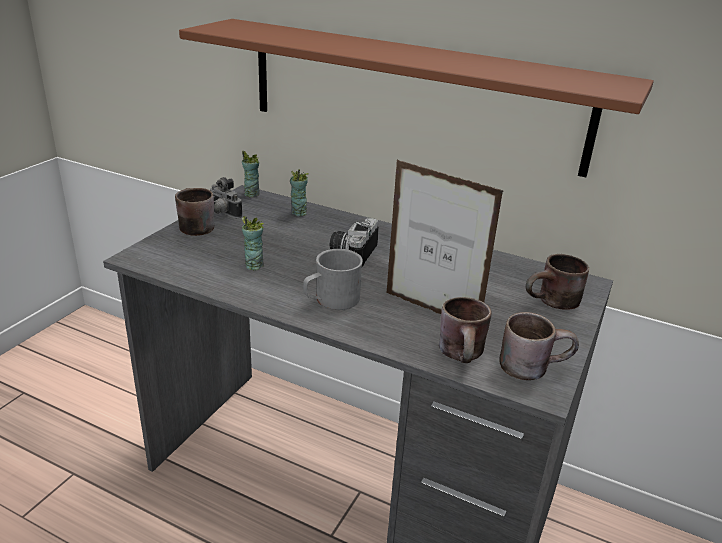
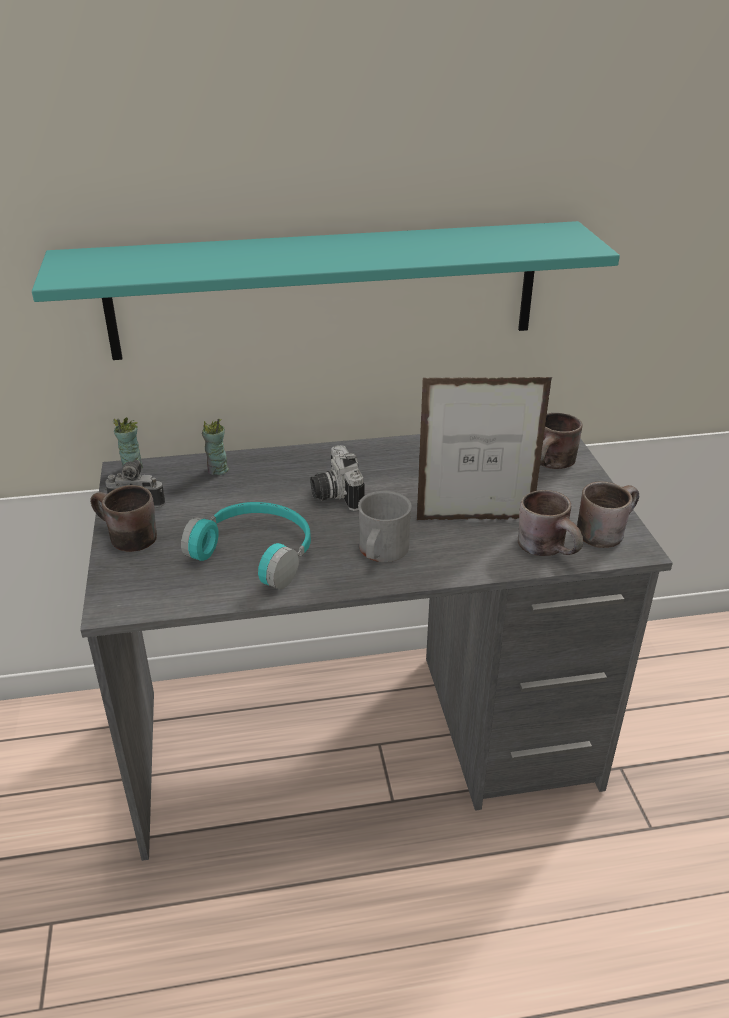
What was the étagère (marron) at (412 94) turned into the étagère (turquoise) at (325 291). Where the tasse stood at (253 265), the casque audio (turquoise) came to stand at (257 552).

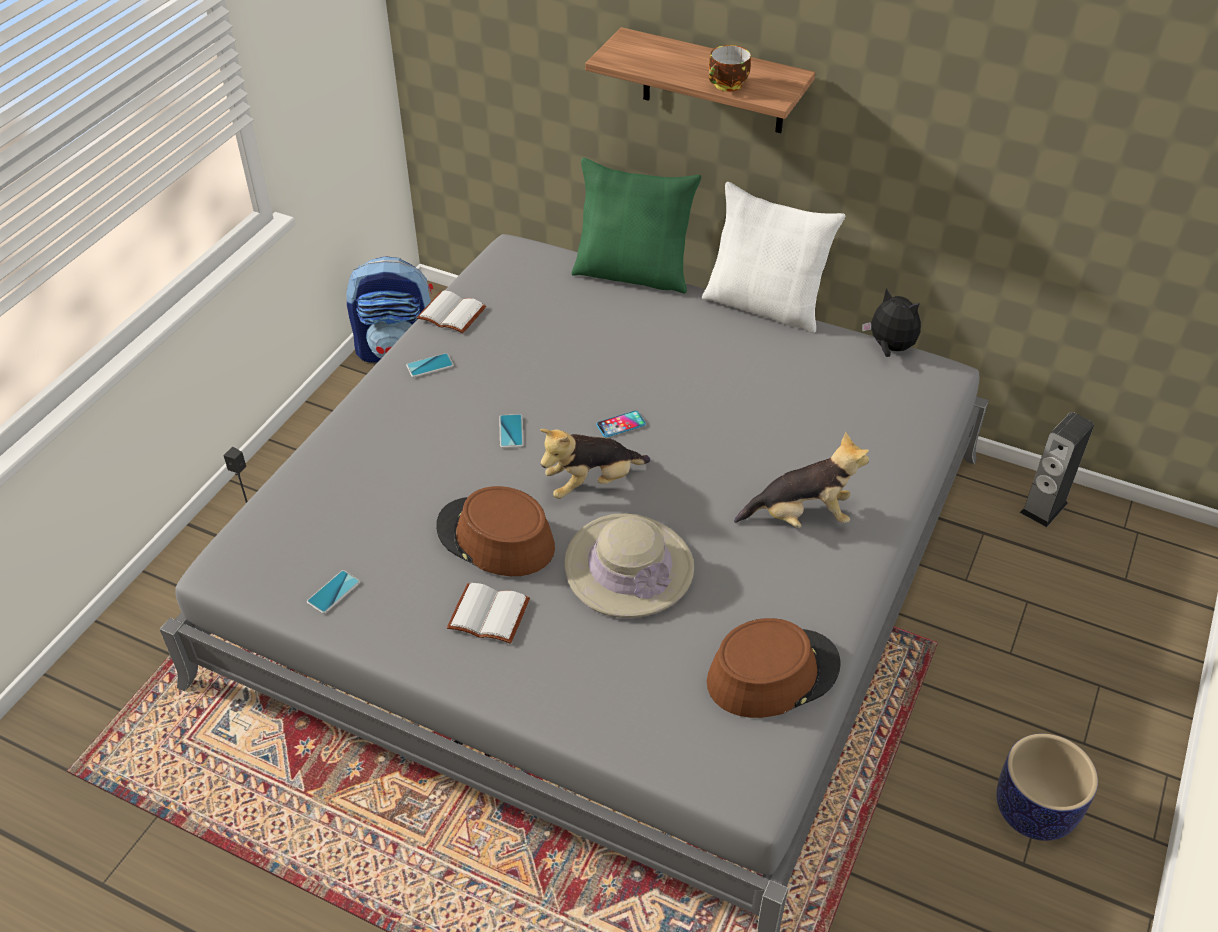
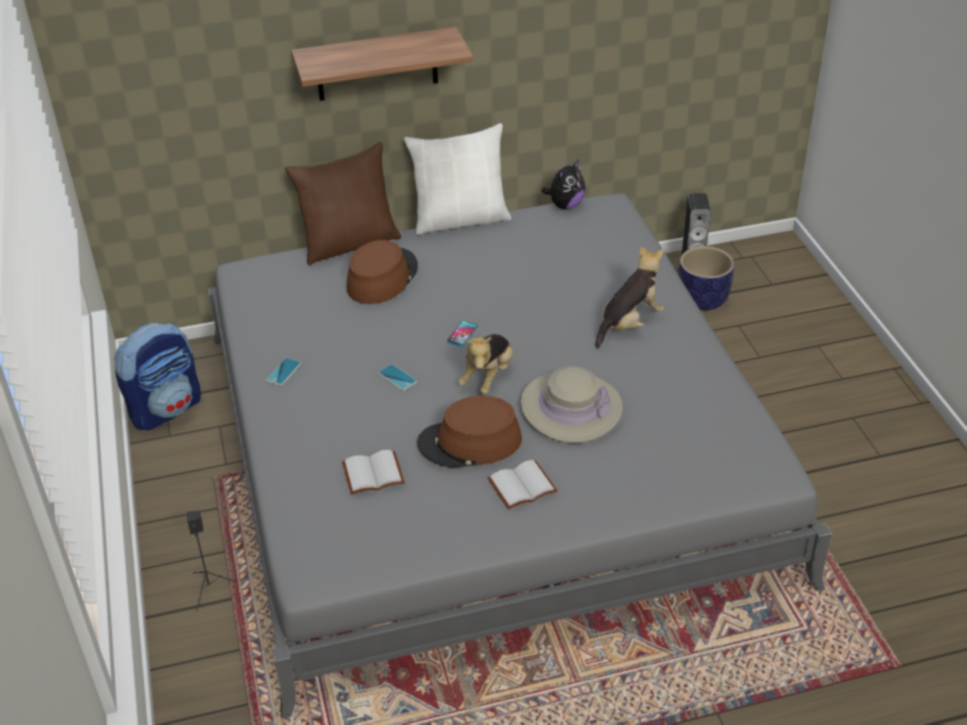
What was the coussin (vert) at (633 273) turned into the coussin (marron) at (349 243). The livre (blanc) ended up elsewhere, having gone from (450 314) to (372 475). The chapeau (marron) ended up elsewhere, having gone from (772 673) to (382 277). The peluche at (889 348) ended up facing another way, 135 degrees clockwise from before. The cache-pot ended up elsewhere, having gone from (1033 812) to (702 300). The second view lost the téléphone at (333 592). The second view lost the tasse at (727 85).

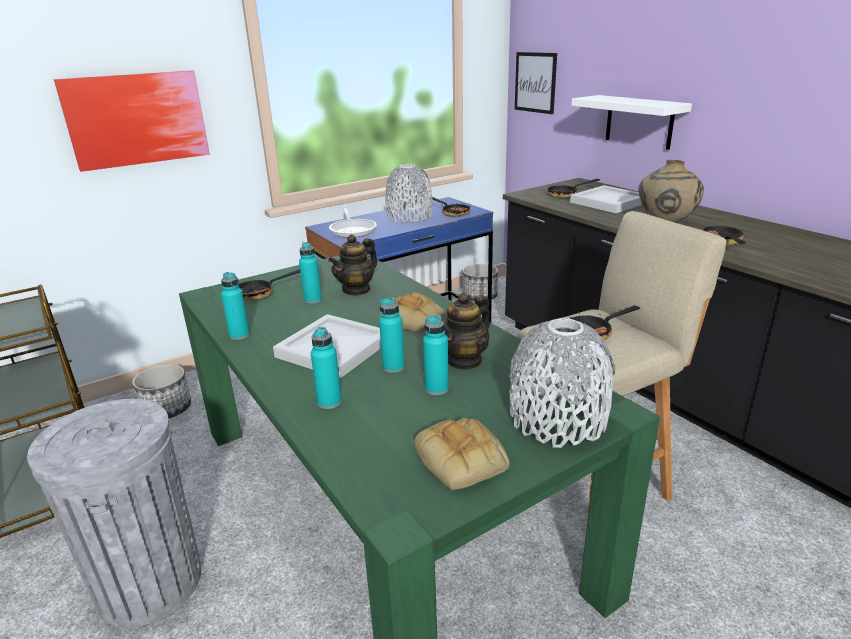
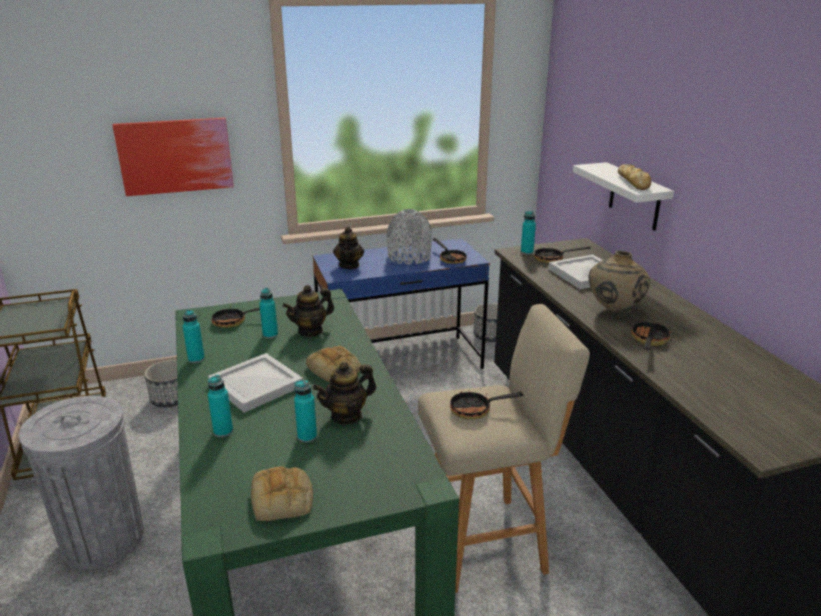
Where the poêle stood at (353 230), the théière came to stand at (349 265). The bouteille (turquoise) ended up elsewhere, having gone from (393 367) to (526 252). The second view gained the pain at (633 182). The second view lost the vase (gris) at (558 419). The second view lost the tableau at (535 82).

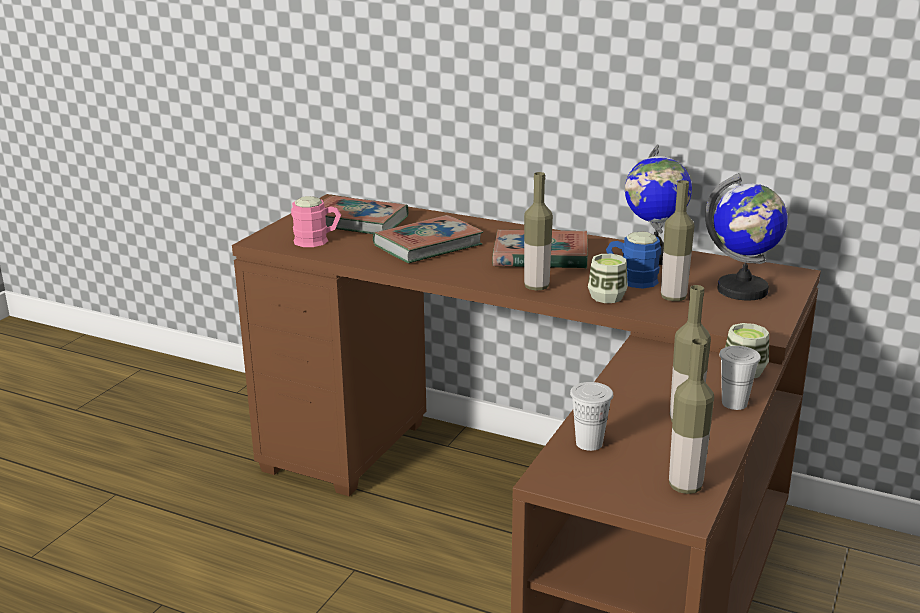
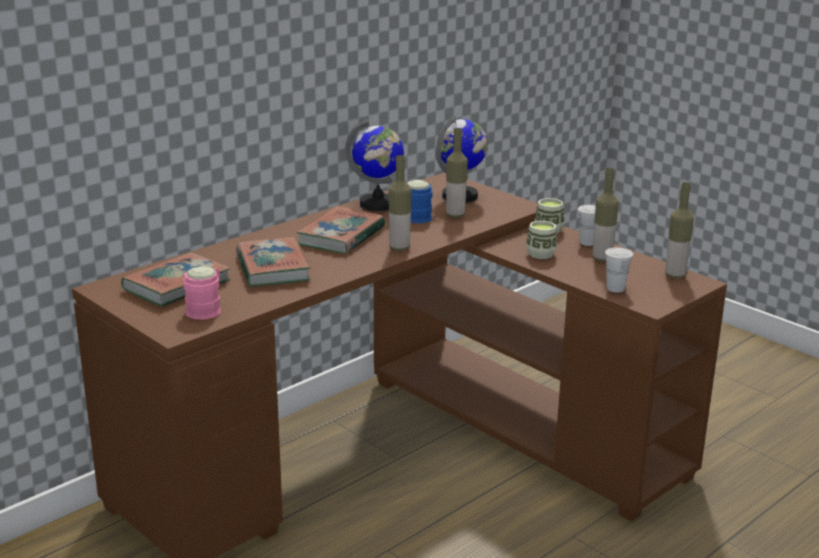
The tasse ended up elsewhere, having gone from (607 297) to (540 254).

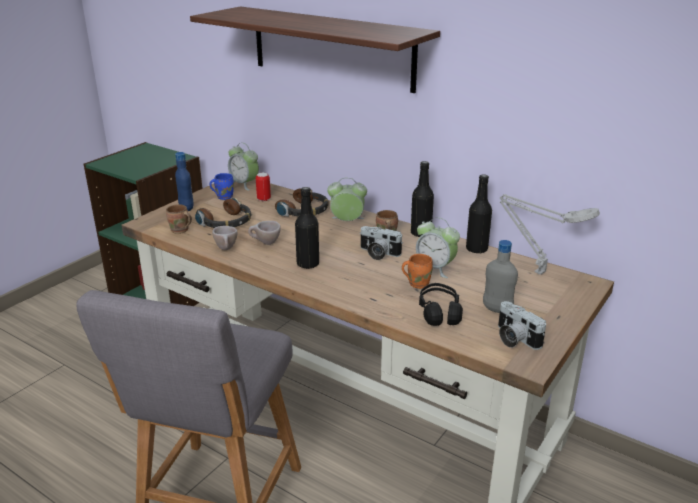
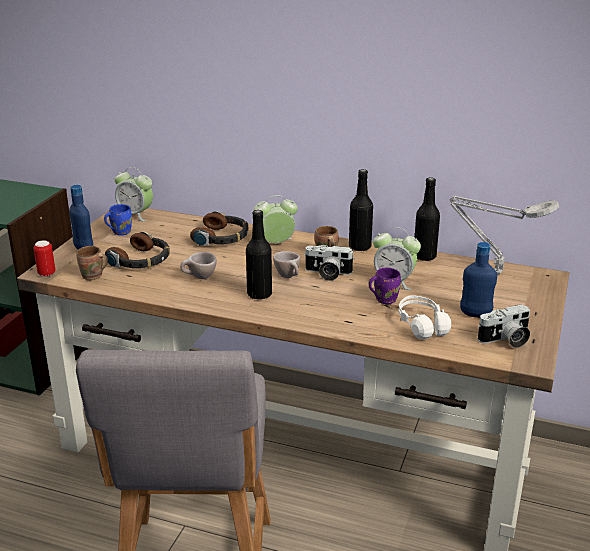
The boîte métallique ended up elsewhere, having gone from (263 199) to (46 274). The tasse (beige) ended up elsewhere, having gone from (227 249) to (289 277). What was the mug (orange) at (417 283) turned into the mug (violet) at (384 299). What was the casque audio (noir) at (439 312) turned into the casque audio (blanc) at (421 325). What was the bouteille (gris) at (497 309) turned into the bouteille (bleu) at (475 314). The appareil photo at (514 339) ended up facing another way, 60 degrees counterclockwise from before. The second view lost the étagère at (331 48).

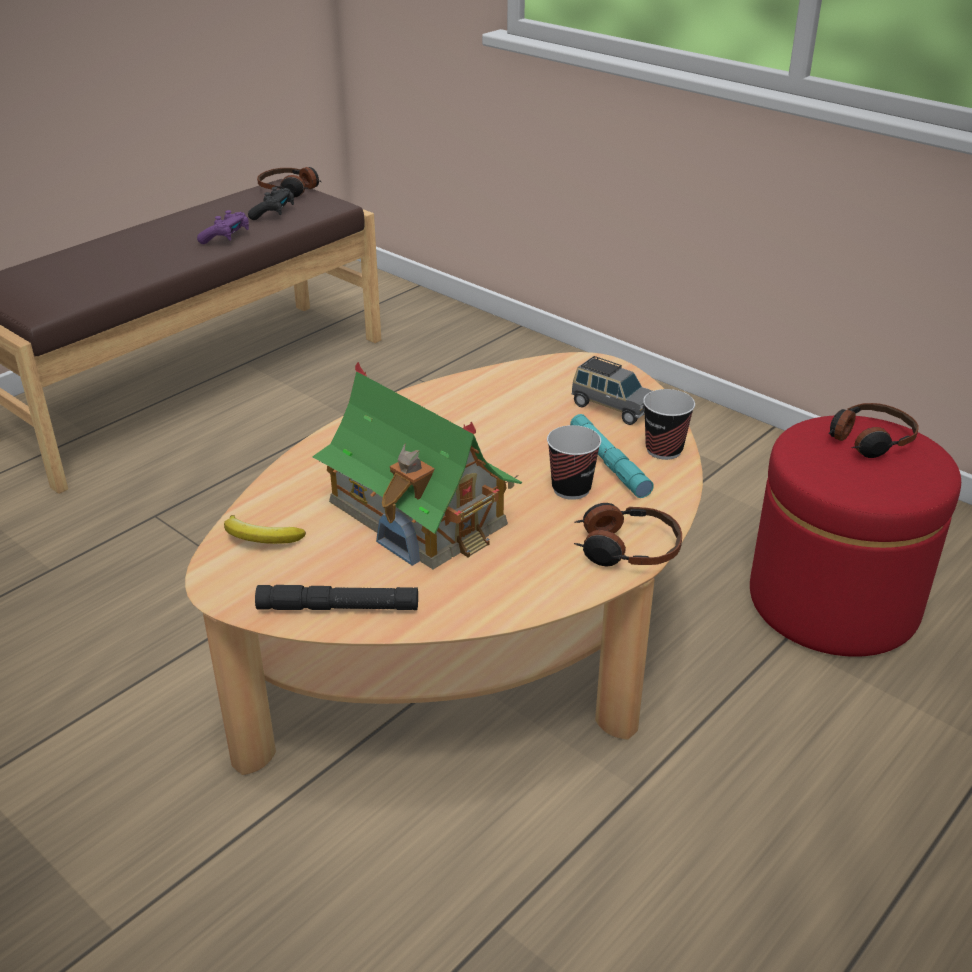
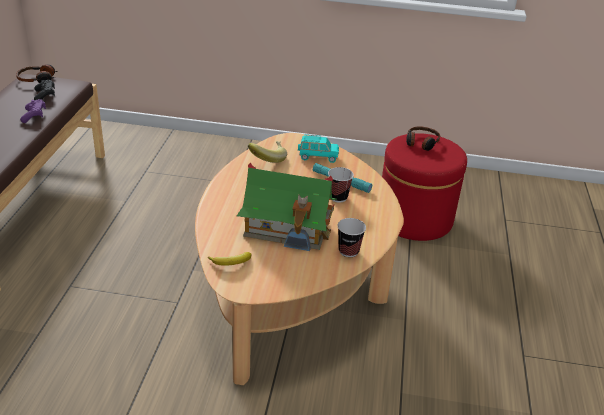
The second view gained the banane at (267 159). What was the petite voiture (gris) at (611 408) turned into the petite voiture (turquoise) at (317 157). The tasse ended up elsewhere, having gone from (664 450) to (348 251). The second view lost the lampe de poche (noir) at (338 607). The second view lost the casque audio at (626 548).

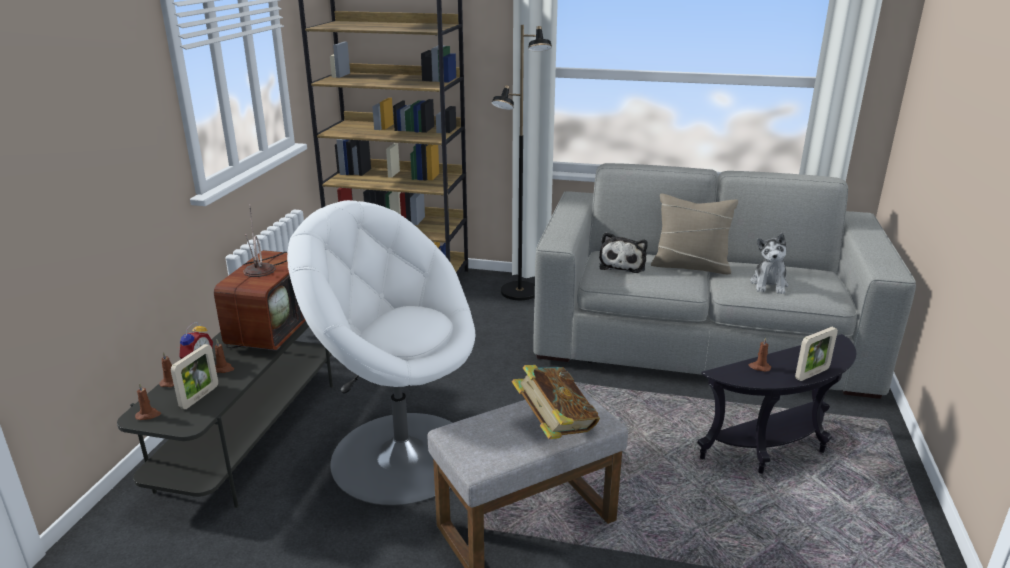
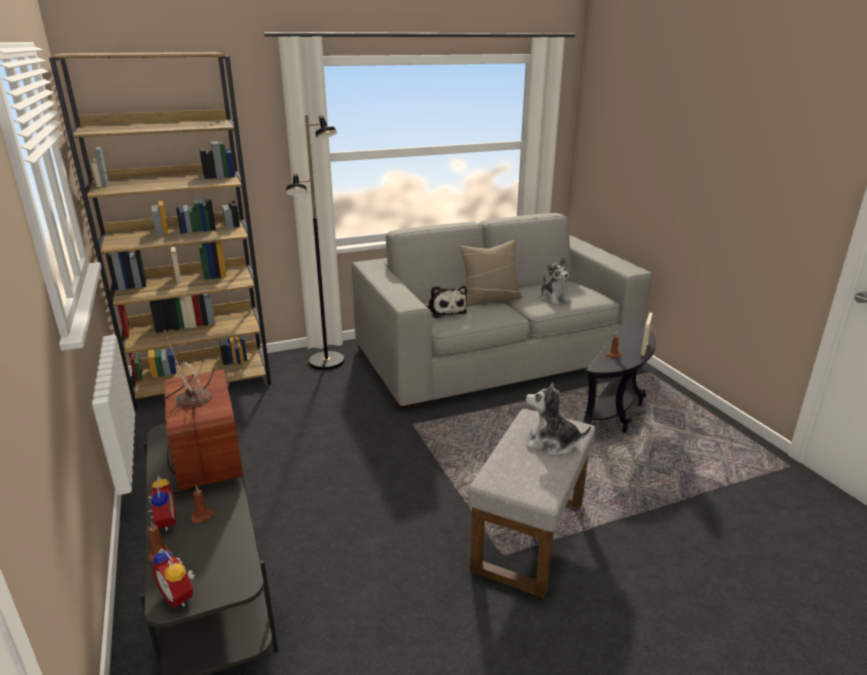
Where the bougie (marron) stood at (148 415), the réveil came to stand at (180 596). Where the livre stood at (554 426), the peluche came to stand at (552 443). The second view lost the cadre photo at (199 397). The second view lost the fauteuil (blanc) at (400 454).

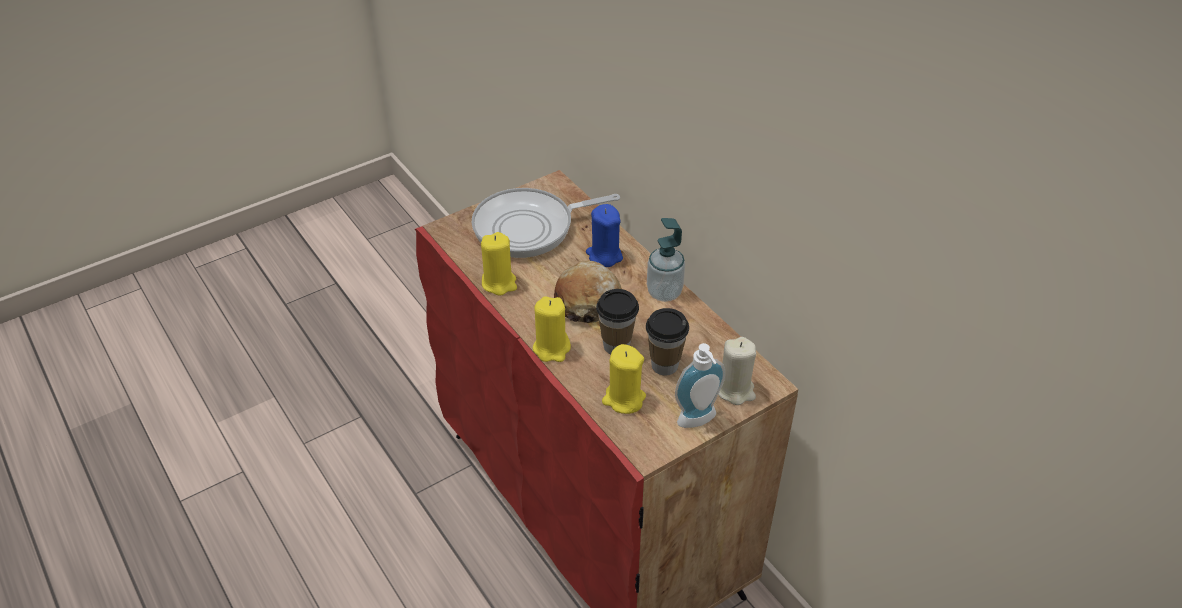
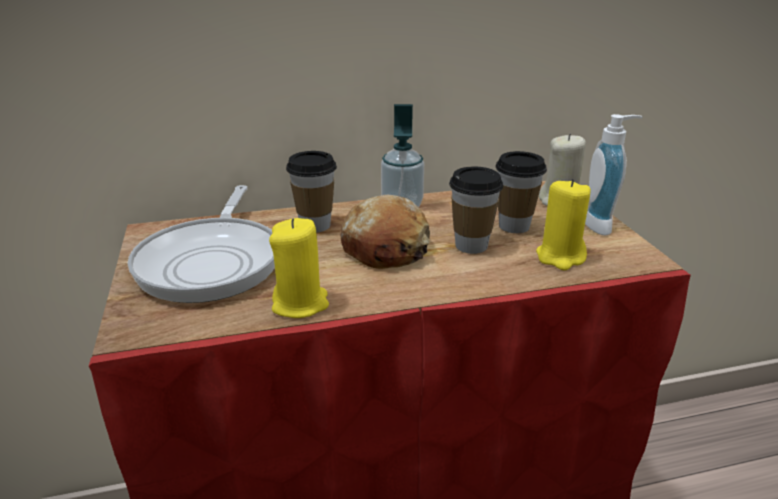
Where the bougie (bleu) stood at (604 256), the tasse came to stand at (315 225). The second view lost the bougie (jaune) at (552 348).

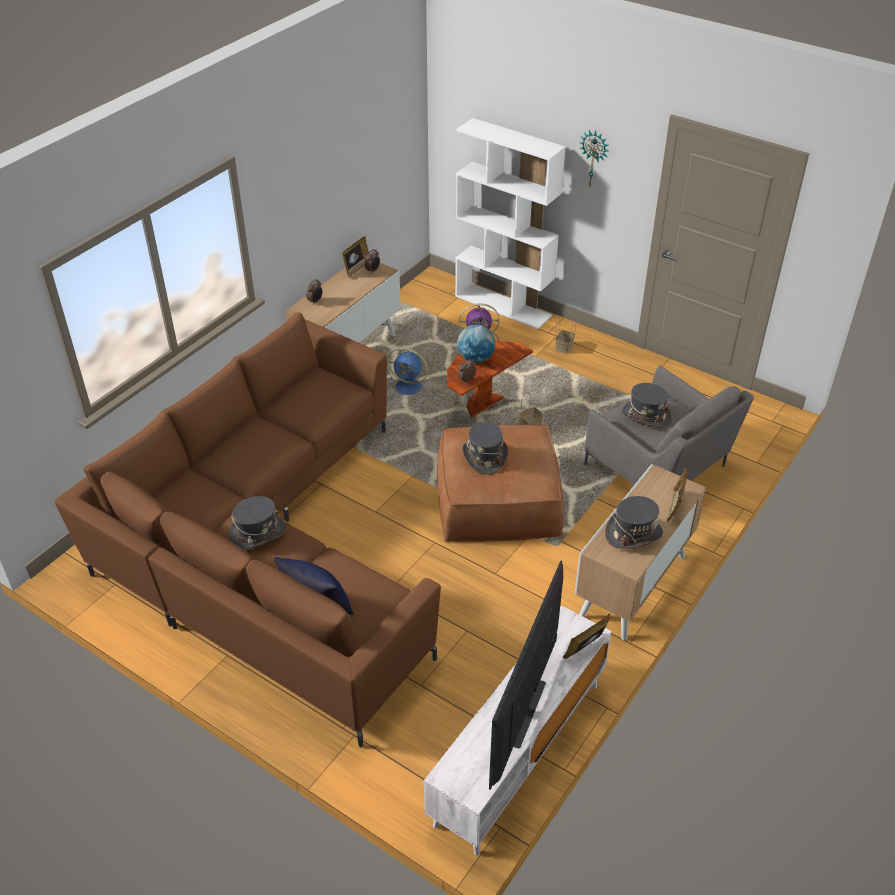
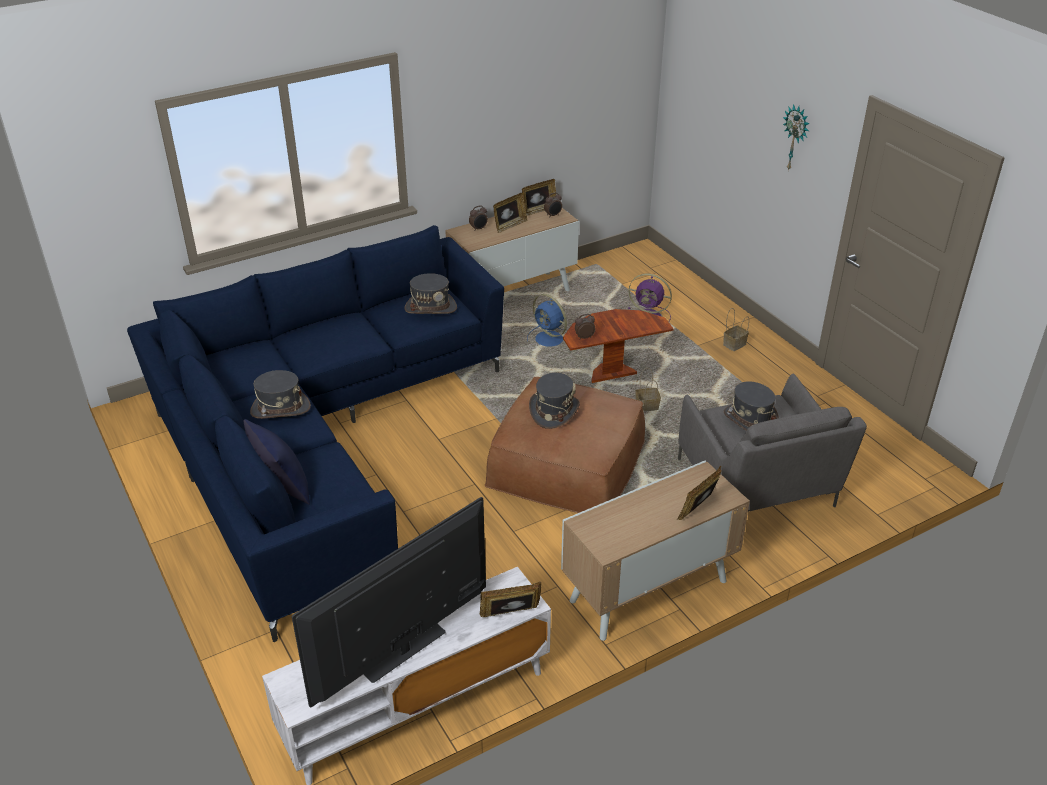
What was the canapé (marron) at (267 552) turned into the canapé (bleu) at (316 443). The chapeau (gris) ended up elsewhere, having gone from (633 533) to (430 308). The second view gained the cadre photo at (509 226). The second view lost the bibliothèque (blanc) at (504 305). The second view lost the globe at (475 358).

